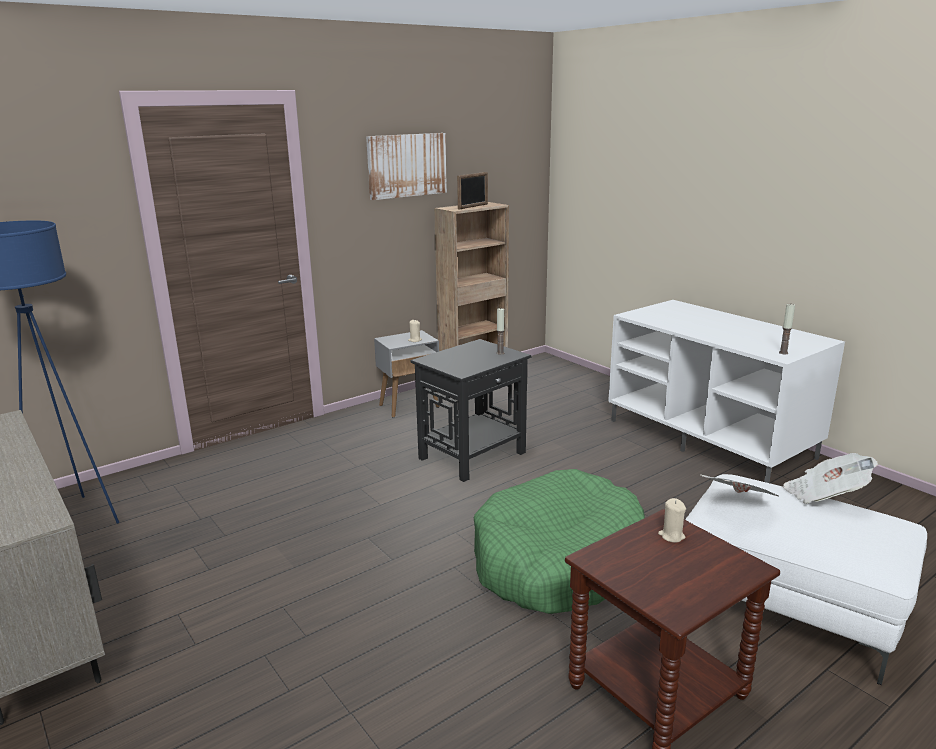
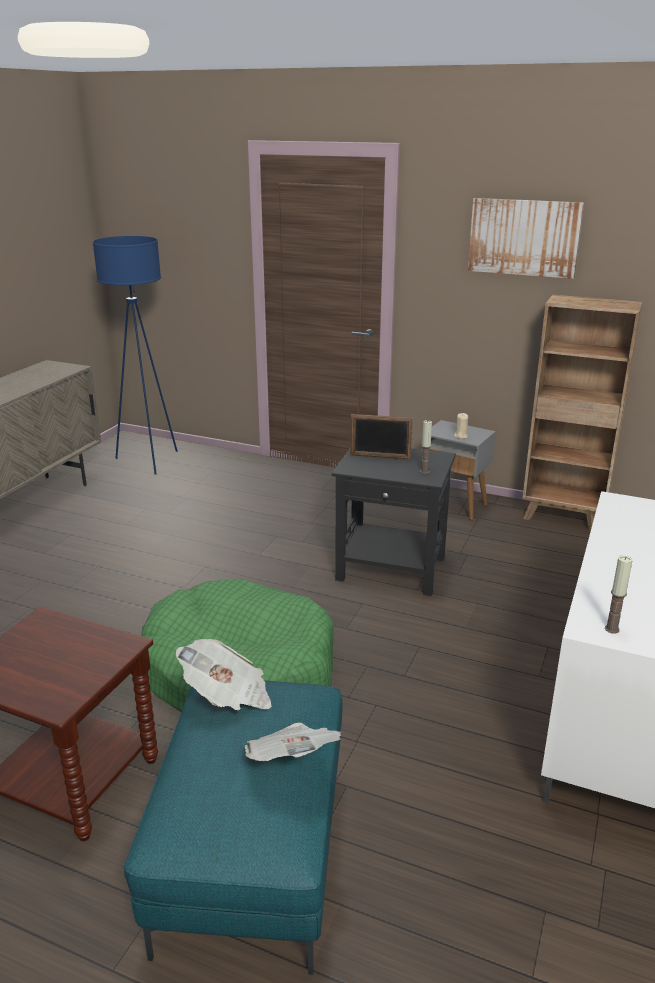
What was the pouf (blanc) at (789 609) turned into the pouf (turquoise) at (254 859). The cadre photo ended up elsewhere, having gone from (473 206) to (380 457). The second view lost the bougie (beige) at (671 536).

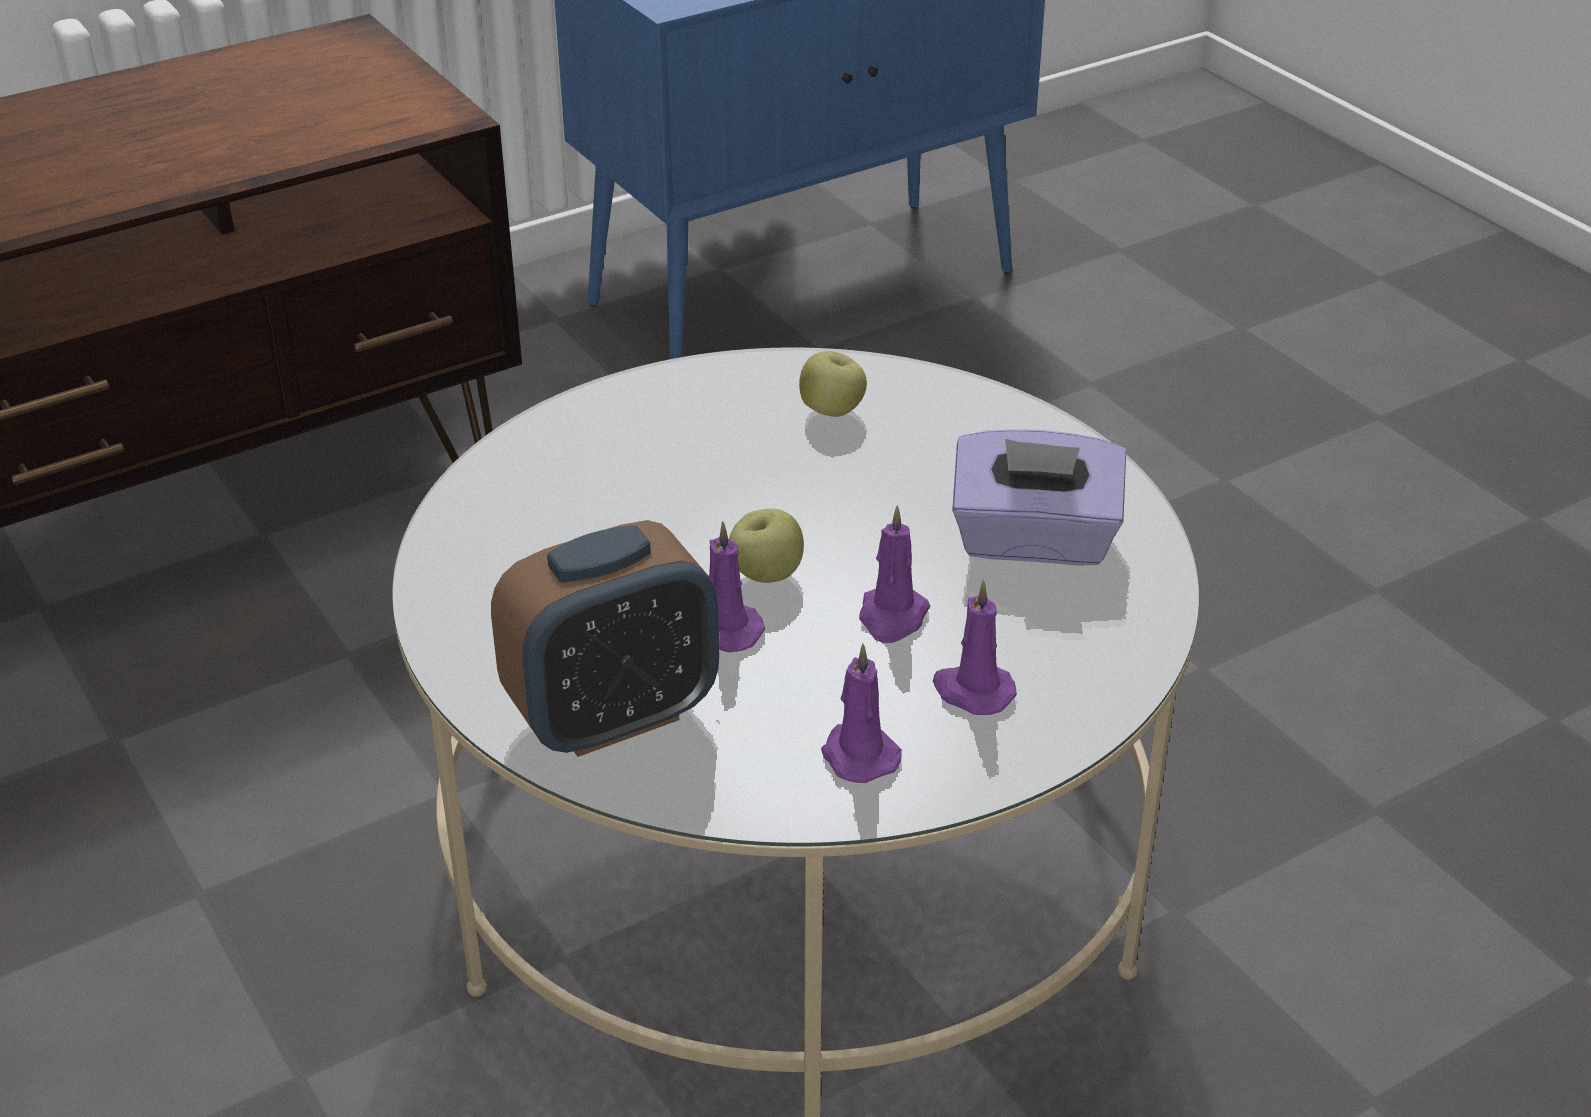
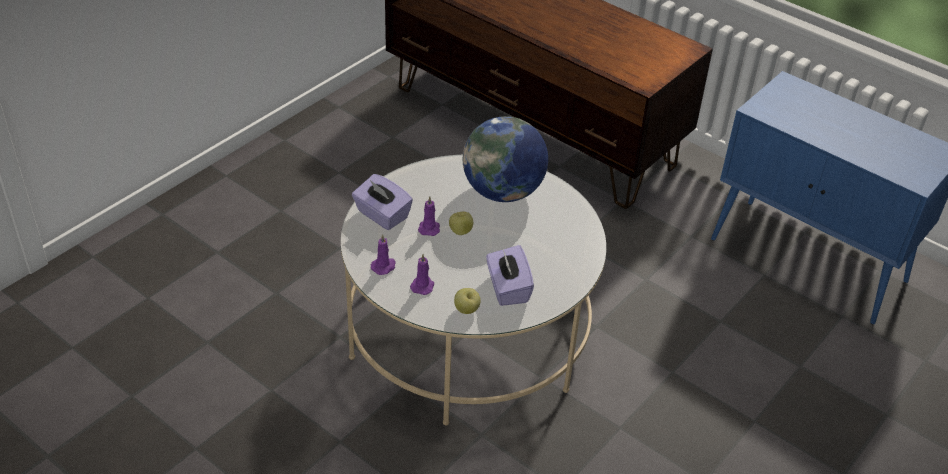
Where the réveil stood at (613 717), the boîte à mouchoirs (violet) came to stand at (382 215). The pomme ended up elsewhere, having gone from (832 411) to (466 310). The second view gained the globe at (503 192). The second view lost the bougie (violet) at (892 618).

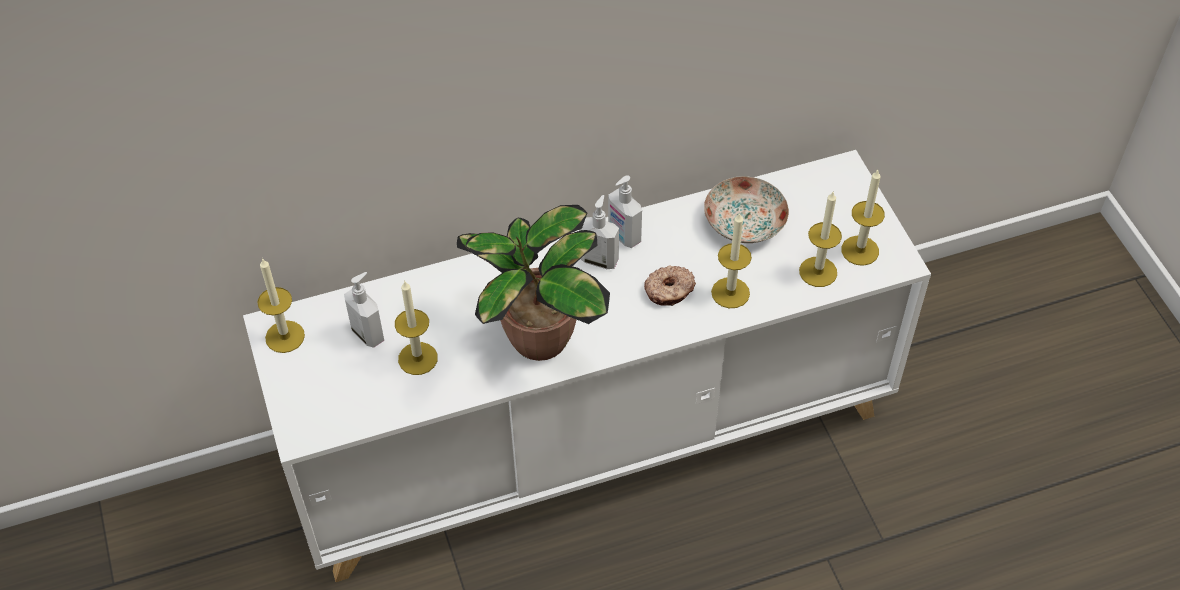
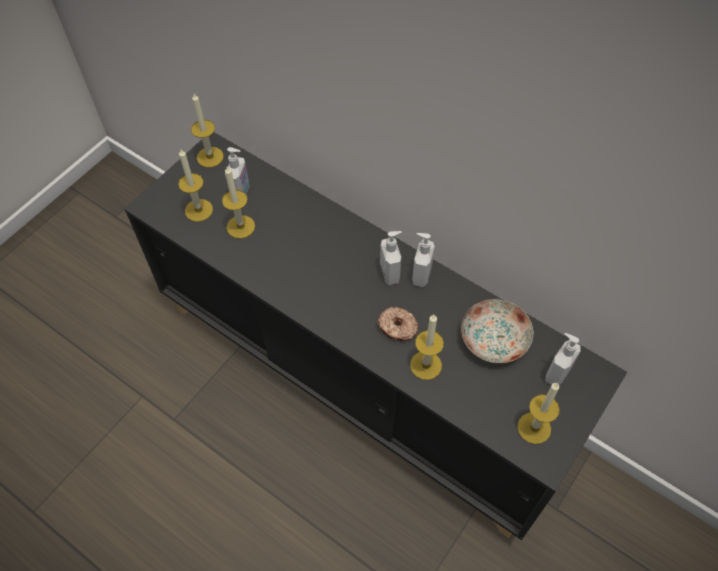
What was the meuble de rangement (blanc) at (593 438) turned into the meuble de rangement (noir) at (360 377). The bougie ended up elsewhere, having gone from (818 272) to (199 210). The second view gained the distributeur de savon at (556 373). The second view lost the plante en pot at (535 339).

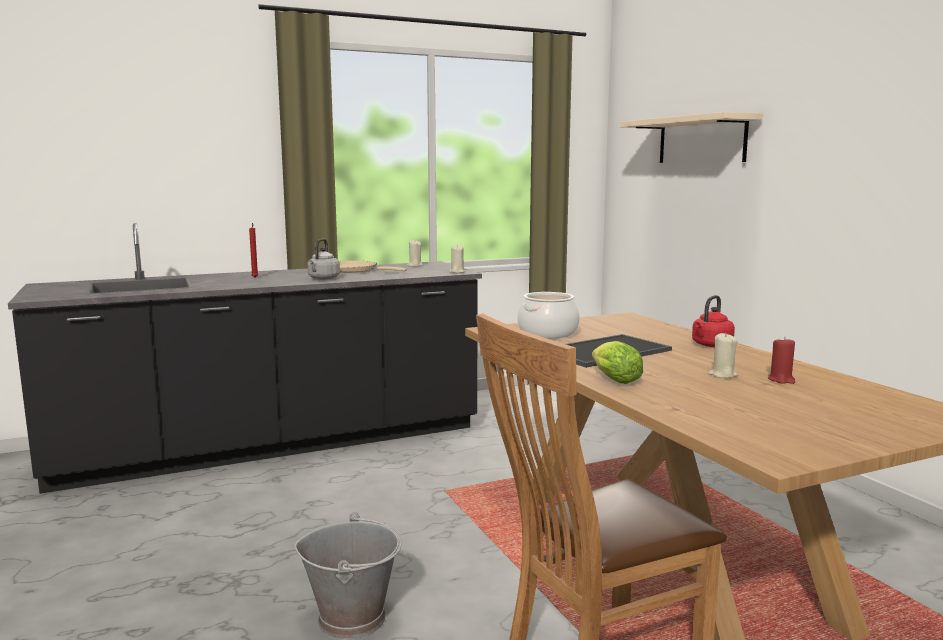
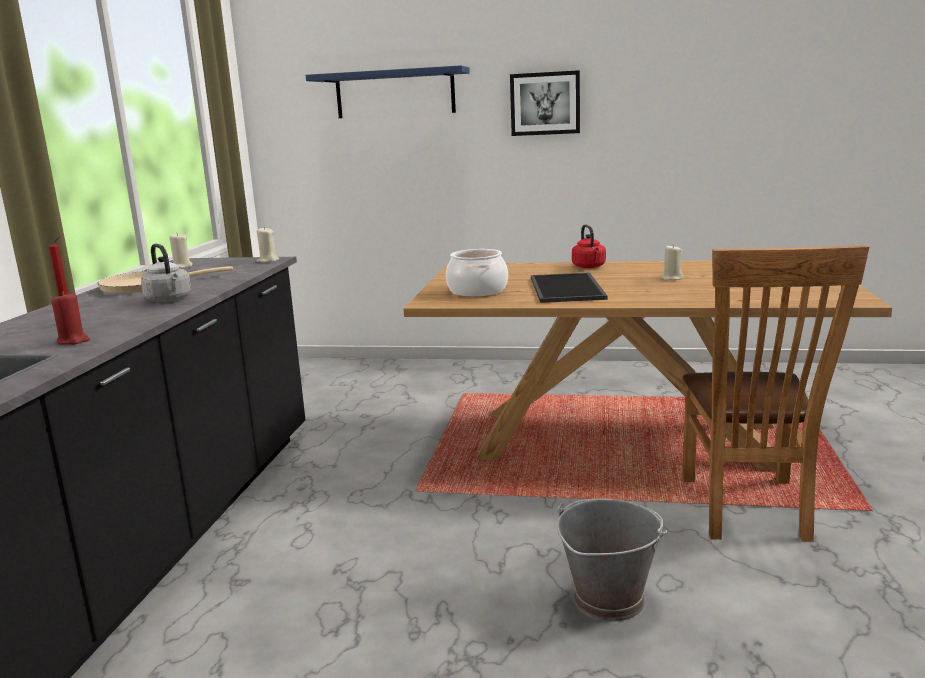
The bougie (rouge) ended up elsewhere, having gone from (781 380) to (73 341). What was the étagère (beige) at (701 140) turned into the étagère (bleu) at (395 93). The second view gained the tableau at (545 103). The second view lost the laitue at (613 379).

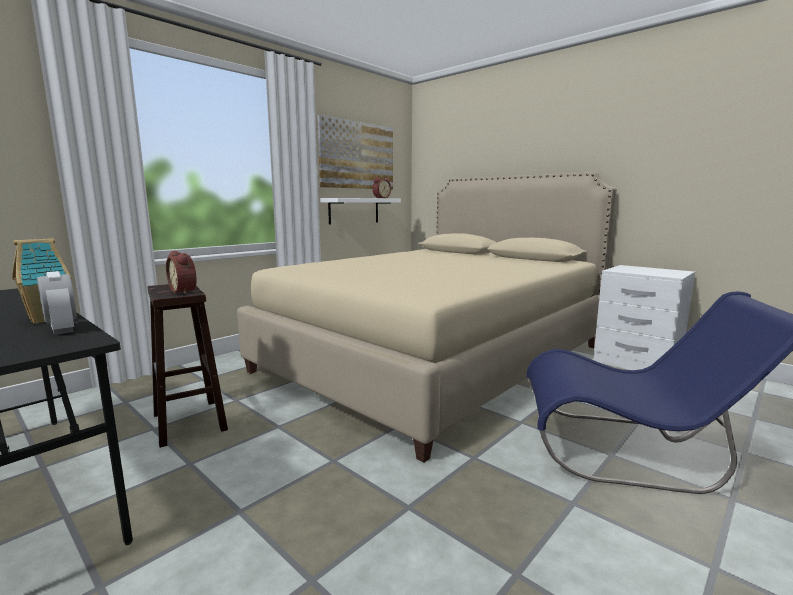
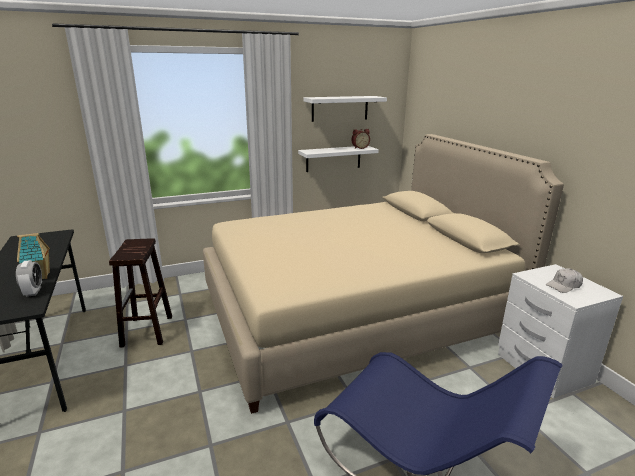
Where the tableau hung at (357 155), the étagère (blanc) came to hang at (340 108). The second view gained the casquette (blanc) at (564 286). The second view lost the réveil at (185 291).

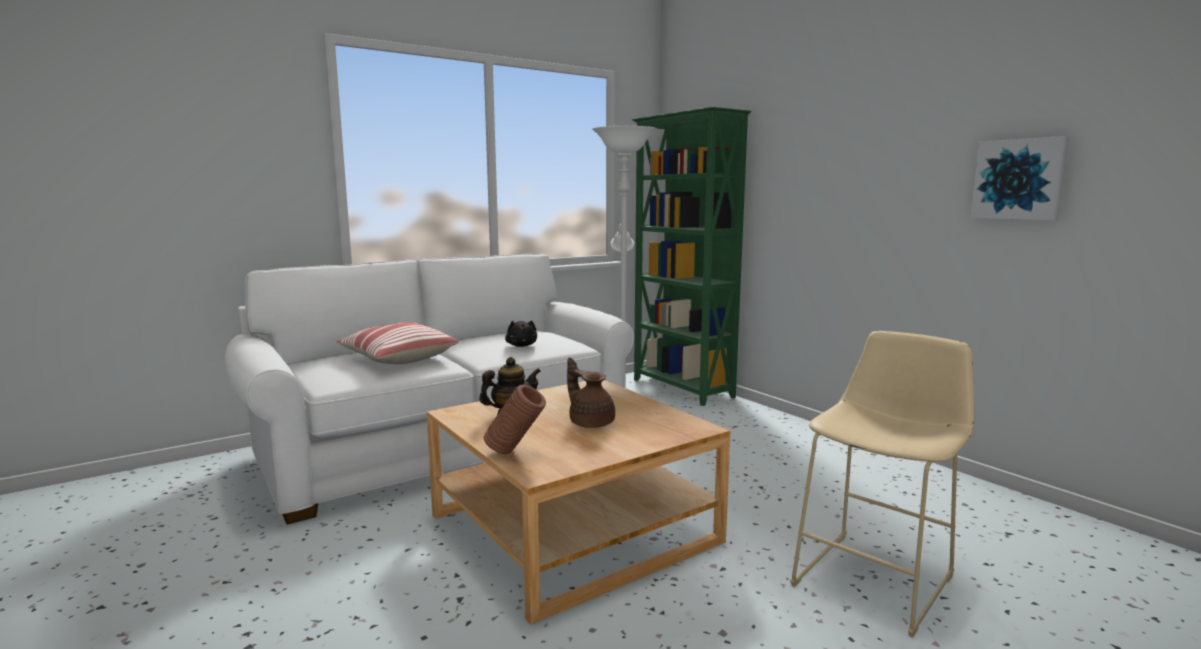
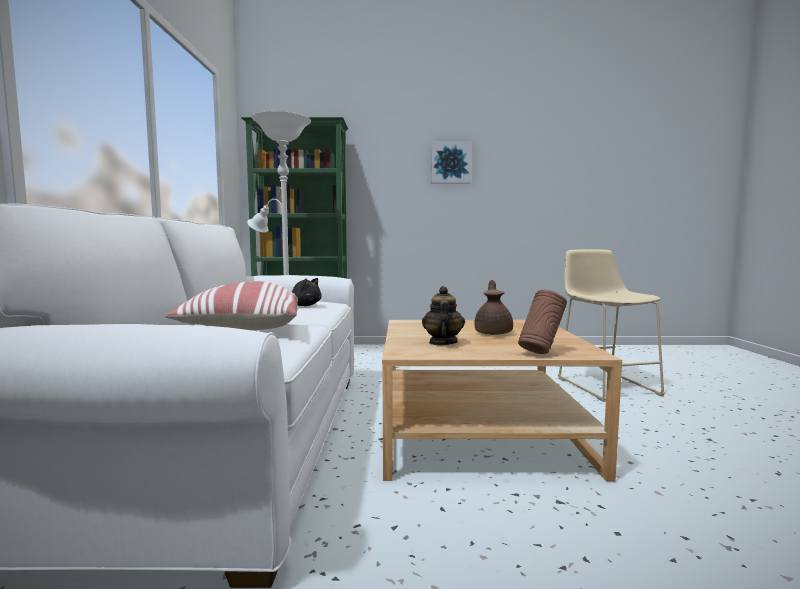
The tableau ended up elsewhere, having gone from (1019 179) to (451 163). The théière (marron) at (590 422) ended up facing another way, 105 degrees clockwise from before.

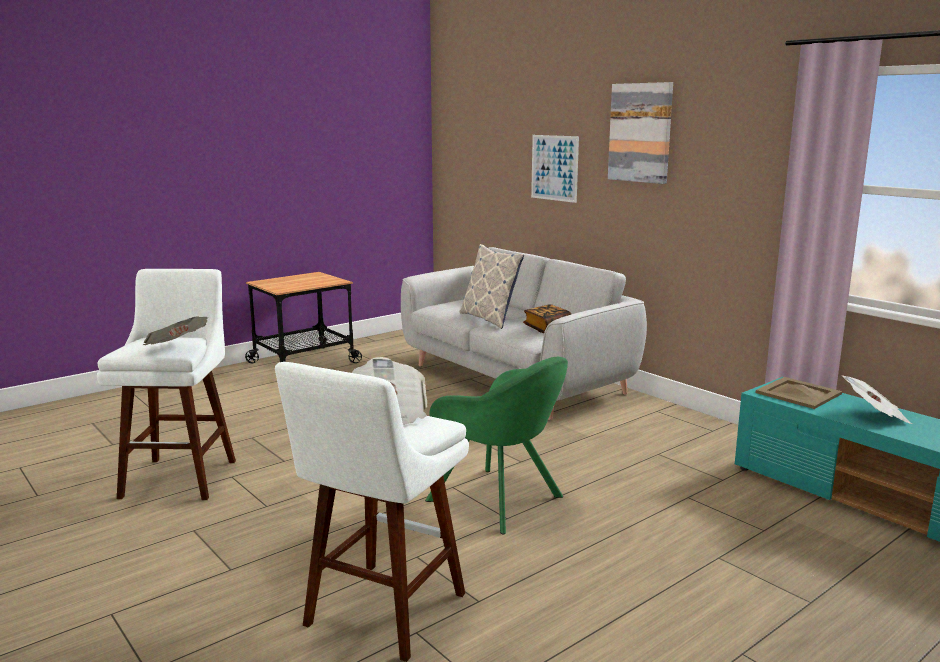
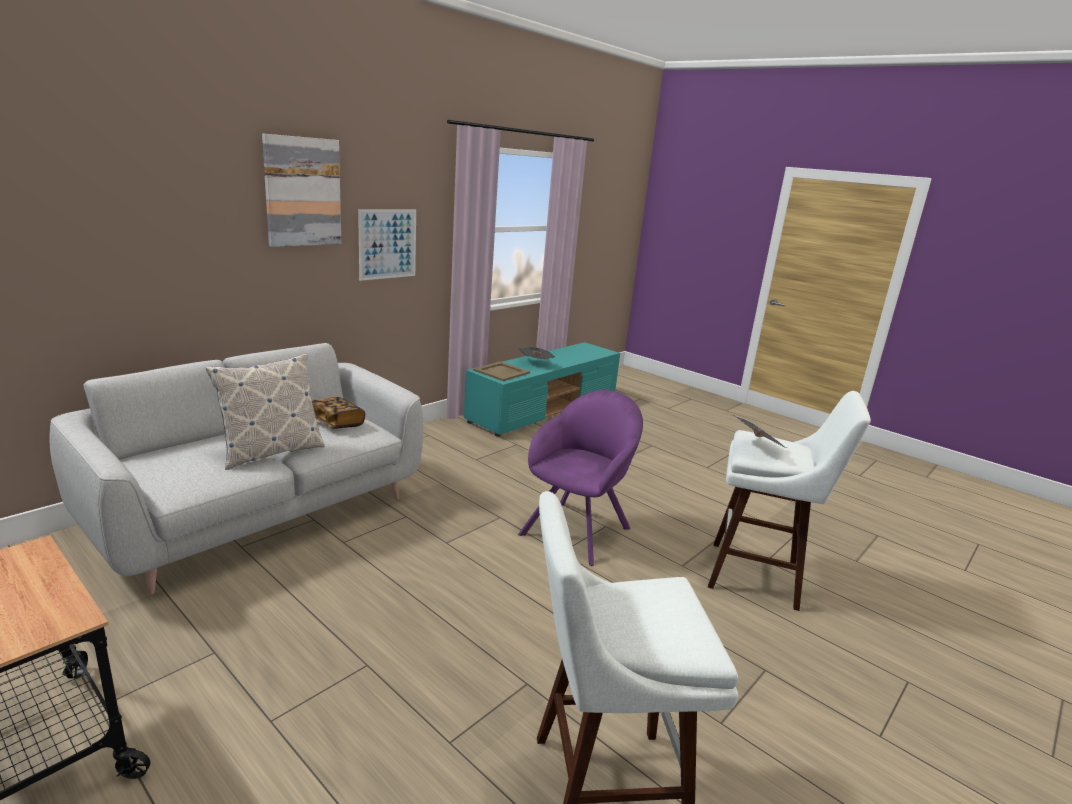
The tableau ended up elsewhere, having gone from (554 168) to (388 244). What was the fauteuil (vert) at (500 501) turned into the fauteuil (violet) at (578 528). The second view lost the journal at (177 348).

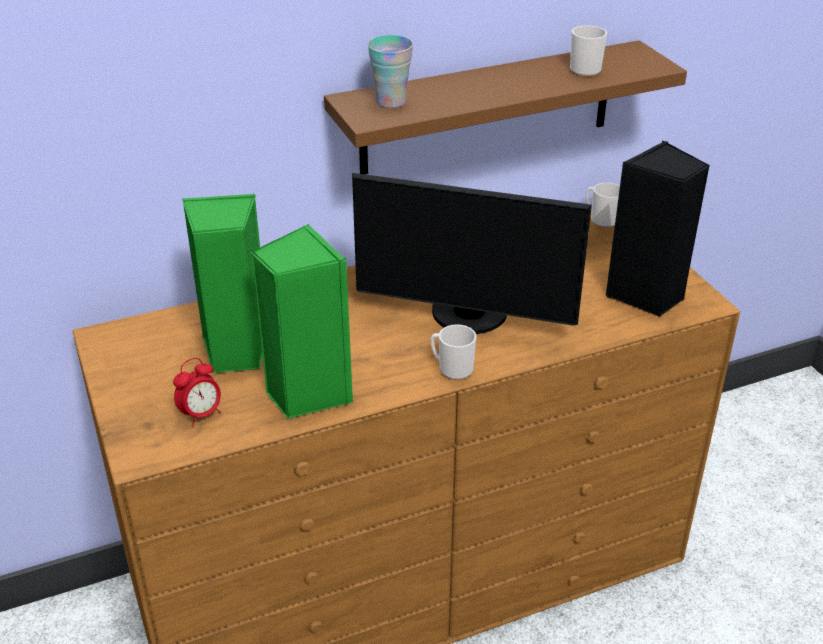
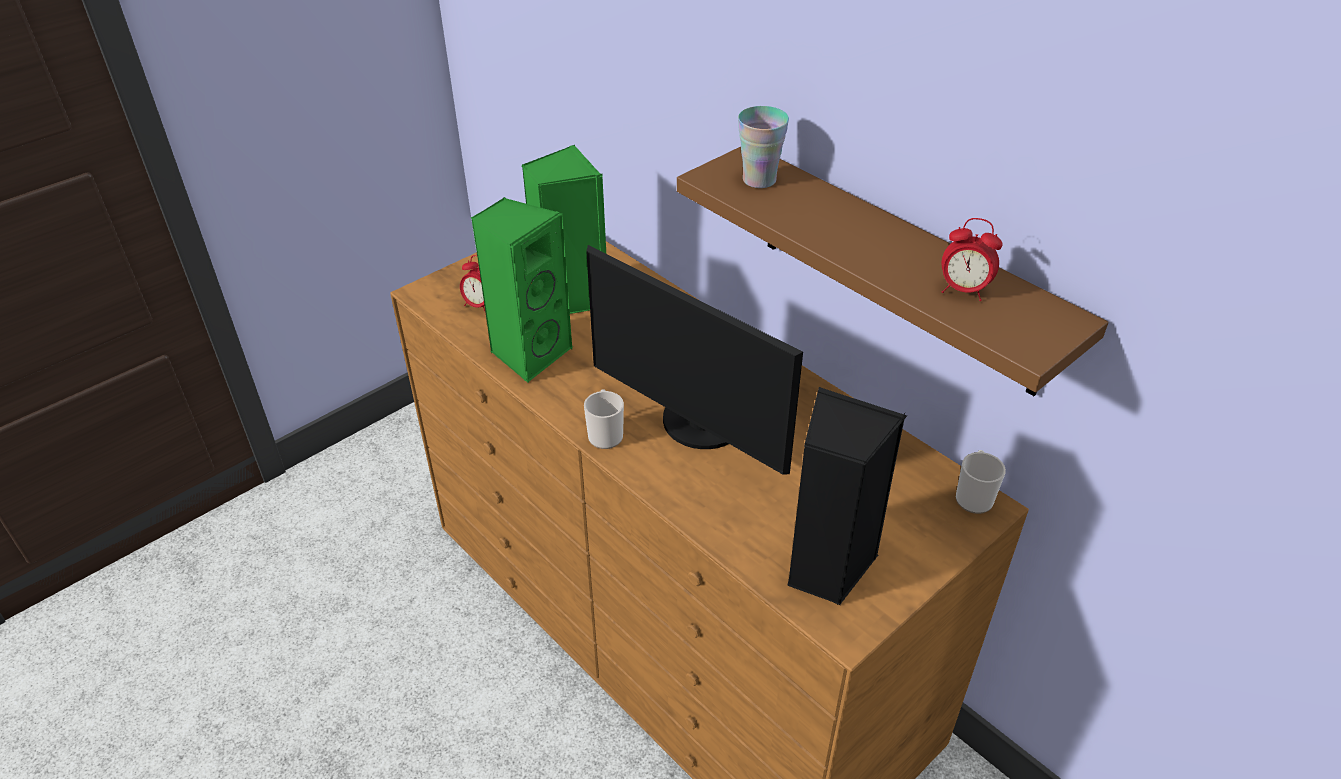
The écran d'ordinateur at (468 316) ended up facing another way, 45 degrees counterclockwise from before. Where the mug stood at (587 69), the réveil came to stand at (963 291).

